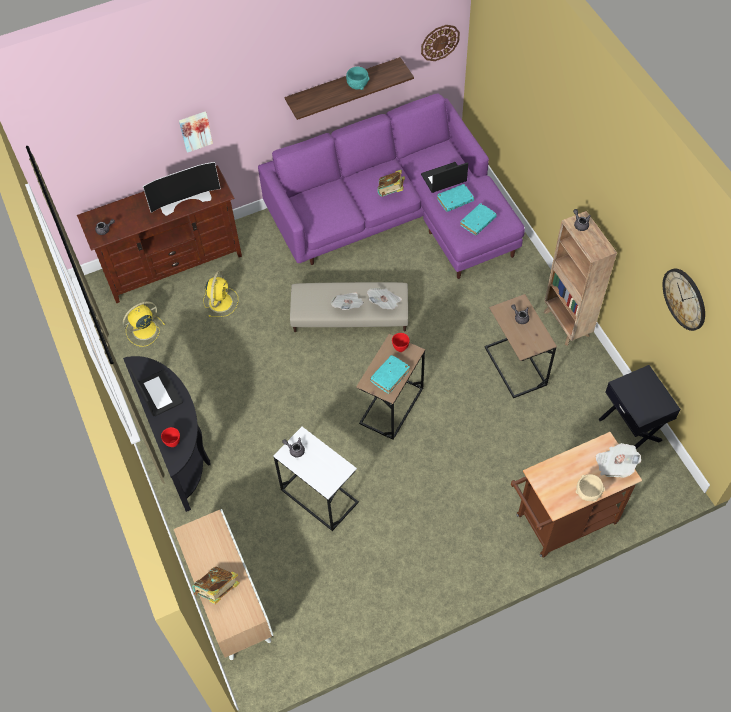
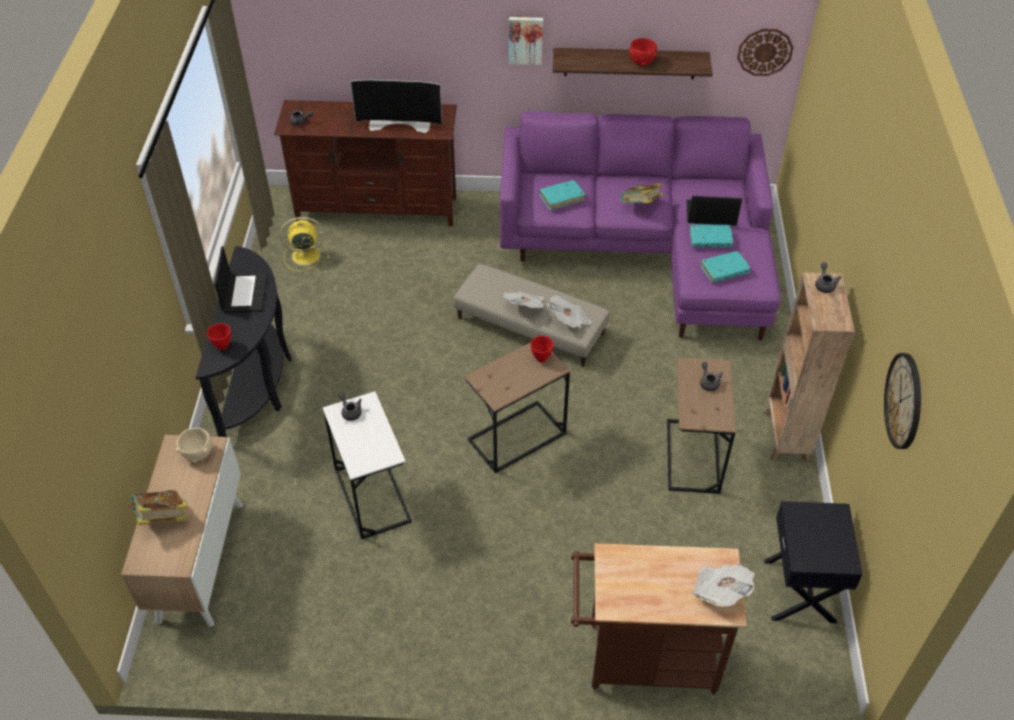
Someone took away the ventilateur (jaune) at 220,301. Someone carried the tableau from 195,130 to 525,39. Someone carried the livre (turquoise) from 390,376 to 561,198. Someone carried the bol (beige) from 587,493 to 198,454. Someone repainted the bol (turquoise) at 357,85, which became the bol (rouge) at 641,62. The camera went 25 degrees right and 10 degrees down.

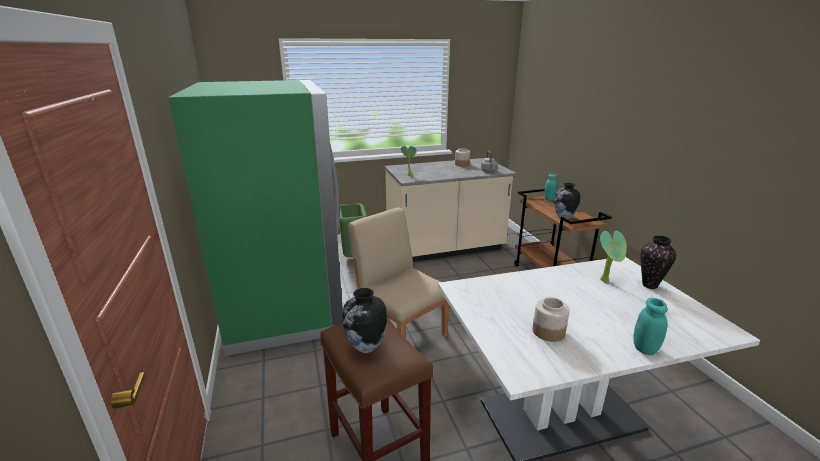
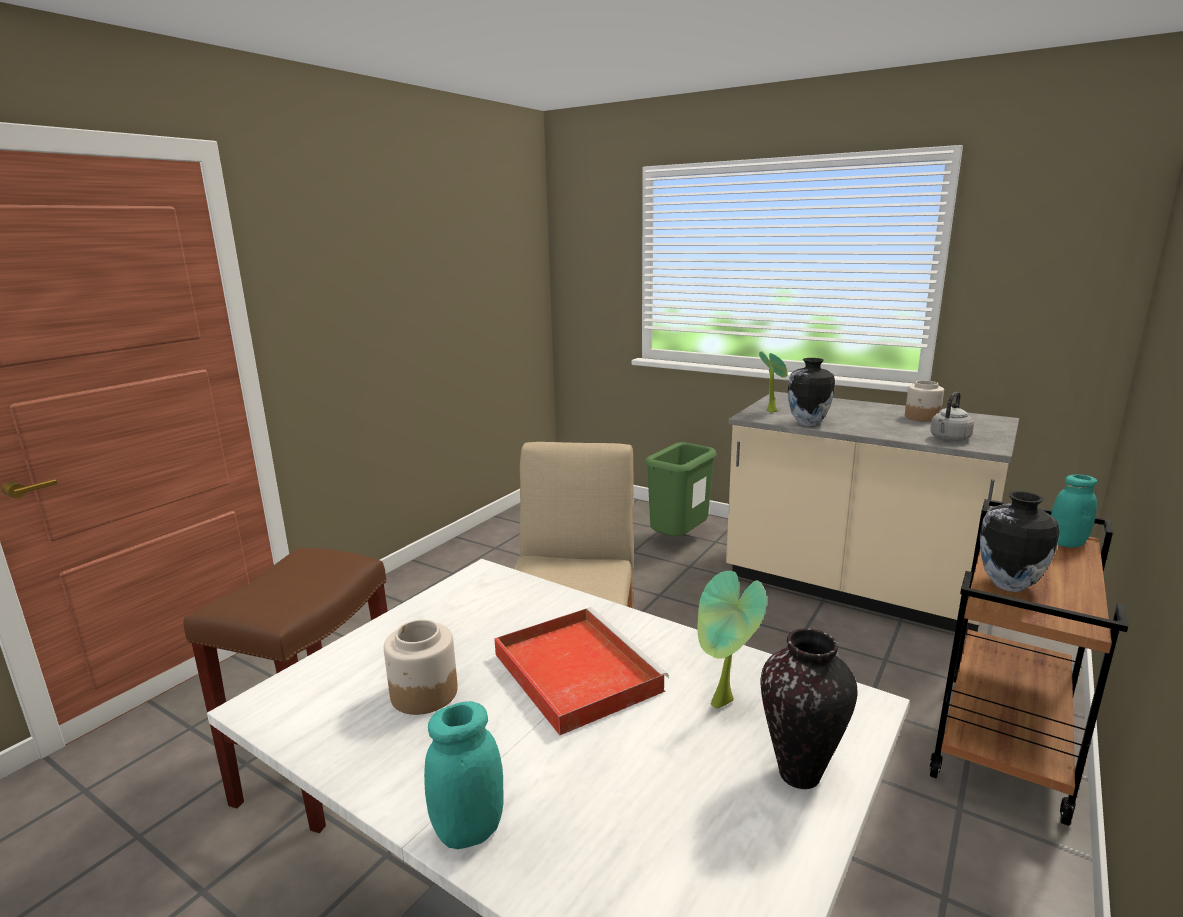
Someone took away the réfrigérateur (vert) at 285,304. Someone put down the plateau (rouge) at 574,670. Someone carried the vase from 365,347 to 807,424. The camera went 50 degrees right and 5 degrees down.

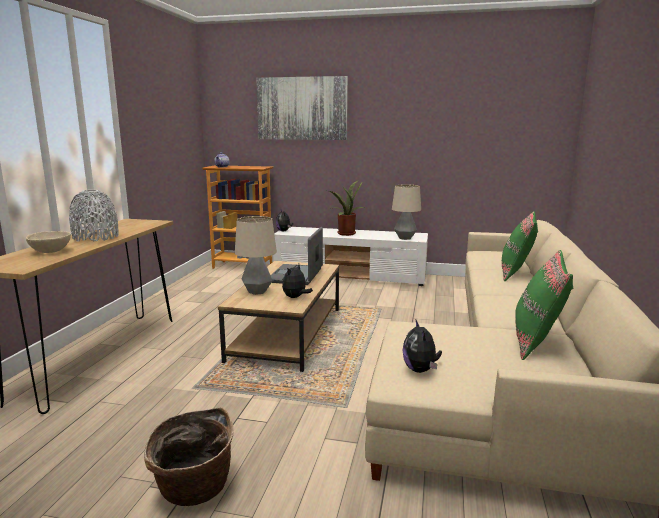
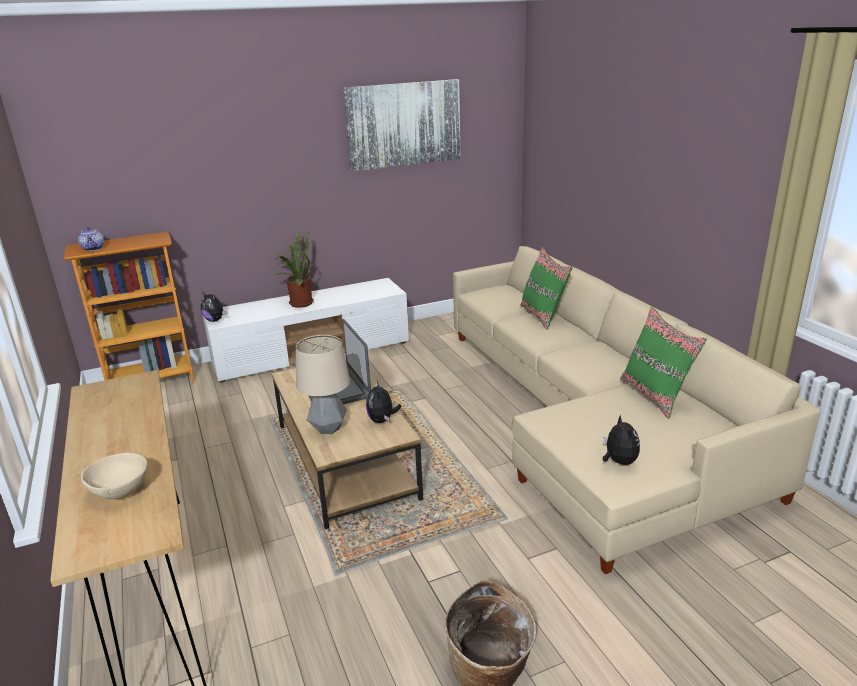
Someone took away the vase (gris) at 96,237. Someone took away the lampe de table at 405,238. Someone carried the tableau from 302,108 to 403,124. Someone rotated the peluche at 420,370 by 150 degrees counterclockwise. The camera went 35 degrees left and 10 degrees up.

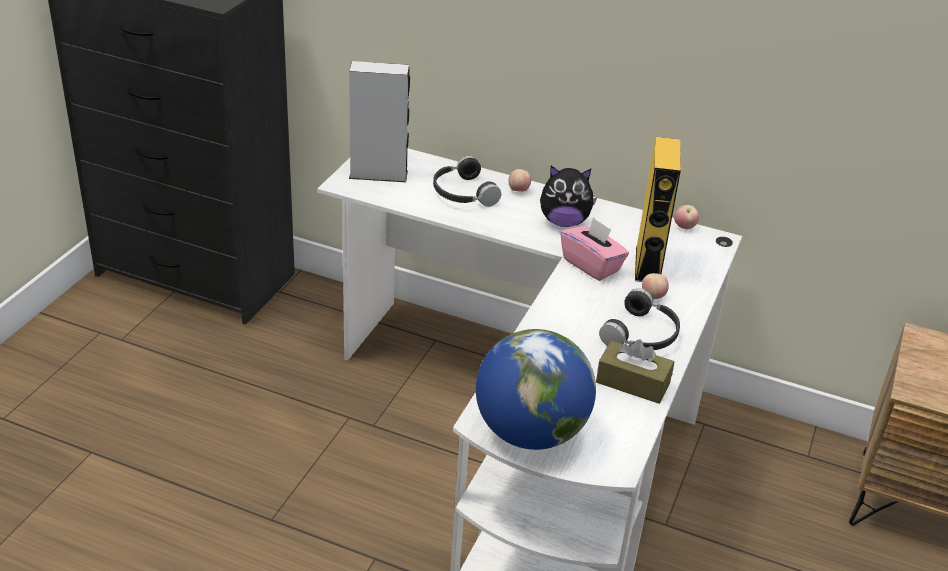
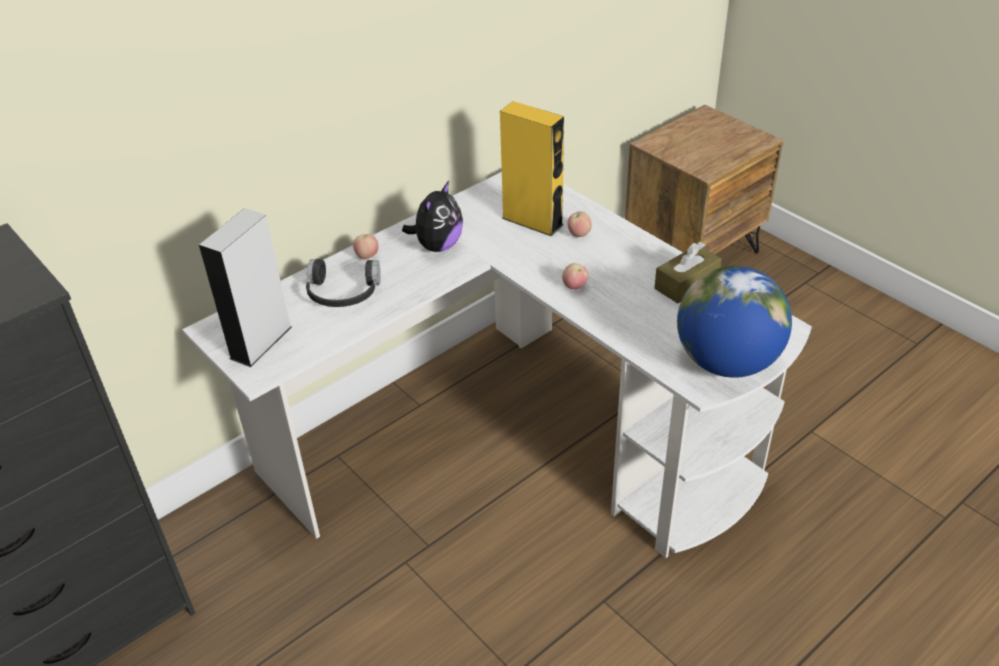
Someone took away the boîte à mouchoirs (rose) at 592,265. Someone took away the casque audio (noir) at 643,335. Someone carried the pomme from 684,227 to 574,287. The camera went 60 degrees left and 5 degrees up.

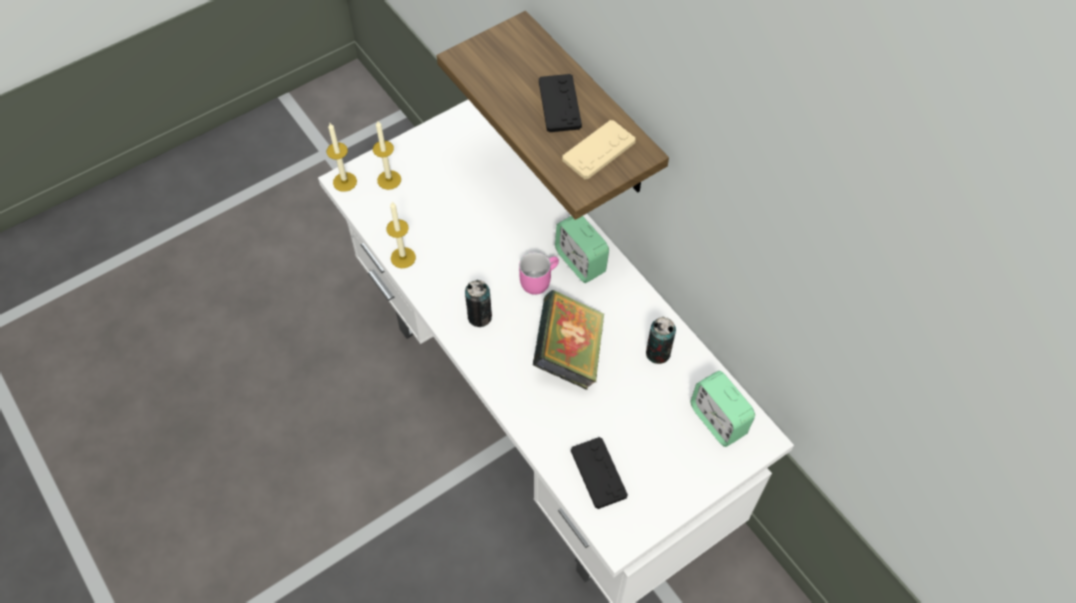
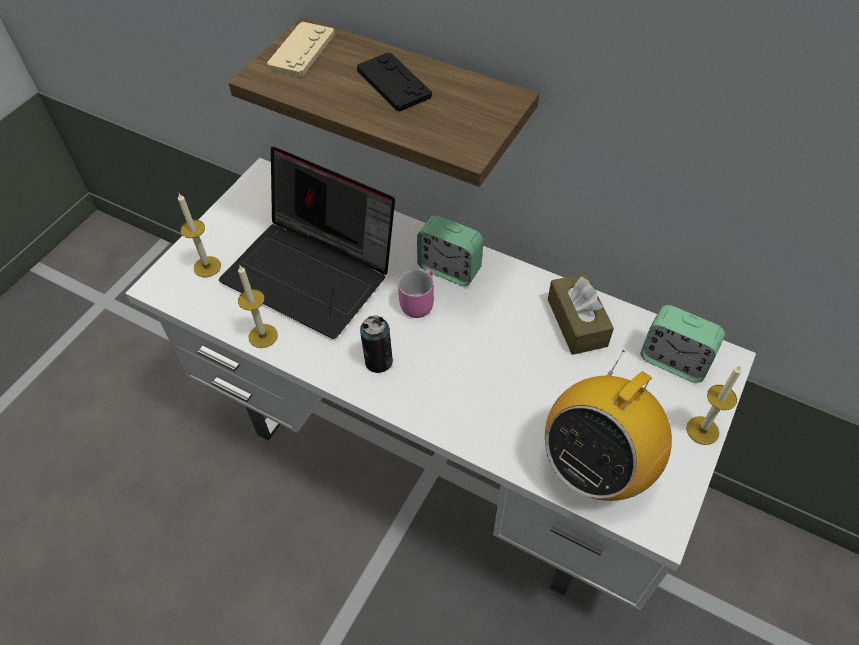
Someone took away the livre at 568,353. Someone put down the ordinateur portable at 313,272. Someone carried the bougie from 345,182 to 702,430. Someone carried the manette (beige) from 598,151 to 302,51. Someone swapped the manette (noir) at 598,473 for the radio at 596,465. Someone swapped the boîte métallique at 658,353 for the boîte à mouchoirs (marron) at 577,322. The camera went 25 degrees left and 5 degrees down.

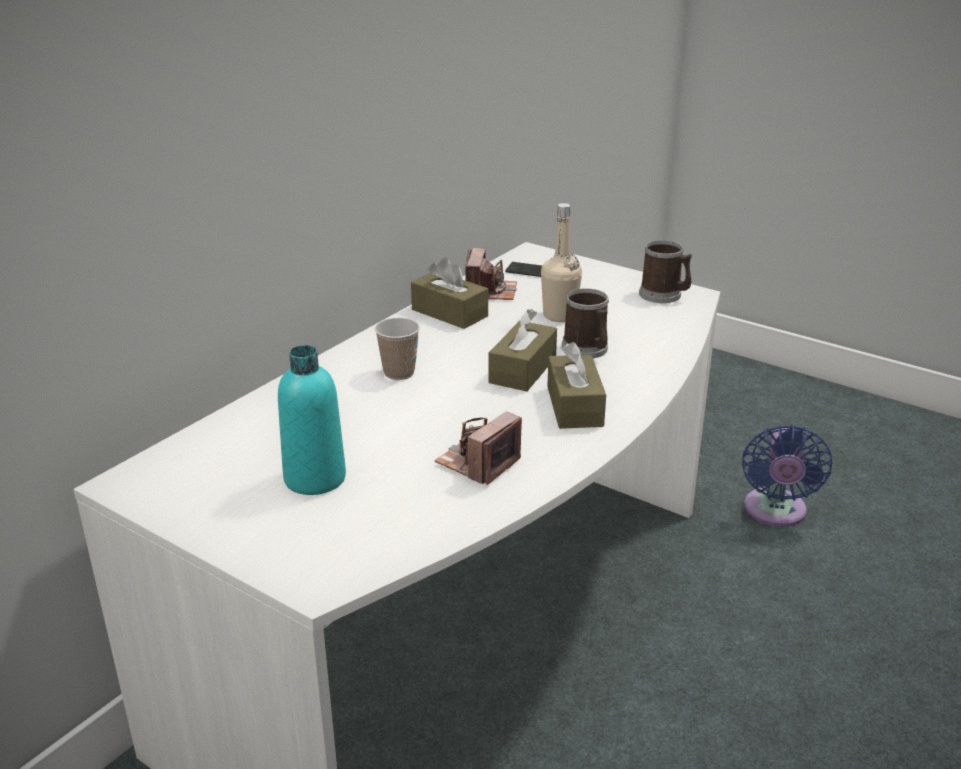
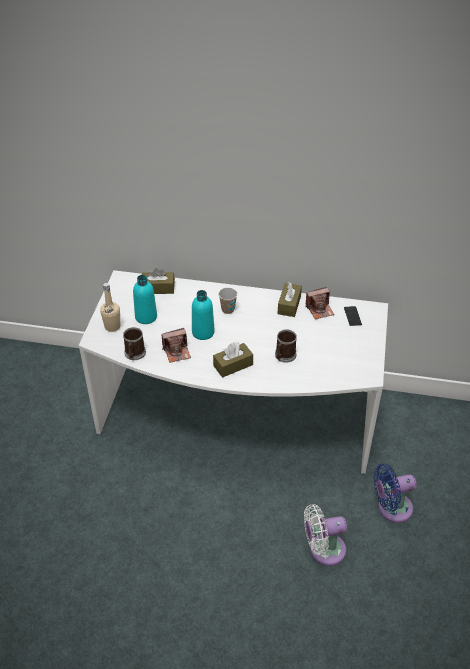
Someone put down the bouteille (turquoise) at 203,332. Someone put down the ventilateur (blanc) at 323,550. Someone carried the boîte à mouchoirs (marron) from 522,370 to 158,288. Someone carried the bouteille (beige) from 559,316 to 112,326. Someone carried the mug from 664,295 to 134,354. Someone rotated the appareil photo at 478,463 by 150 degrees clockwise. The camera went 65 degrees right and 15 degrees up.

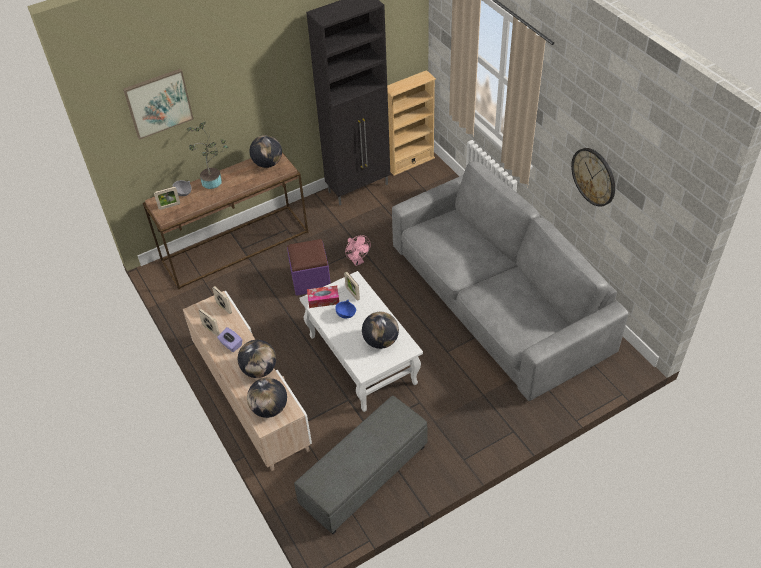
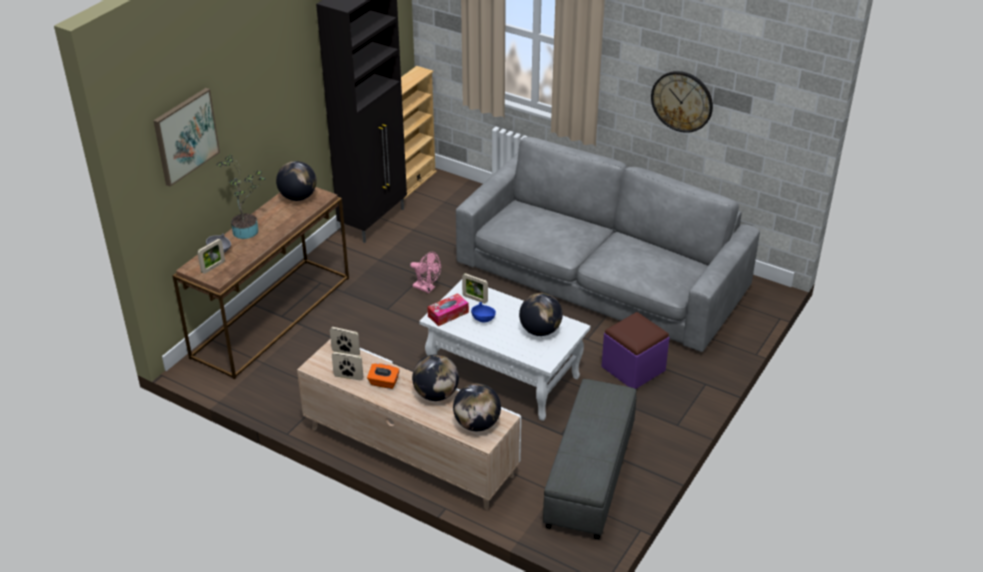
Someone carried the pouf (violet) from 310,280 to 633,369. Someone repainted the boîte à mouchoirs (violet) at 231,344, which became the boîte à mouchoirs (orange) at 383,383. The camera went 30 degrees left and 10 degrees down.

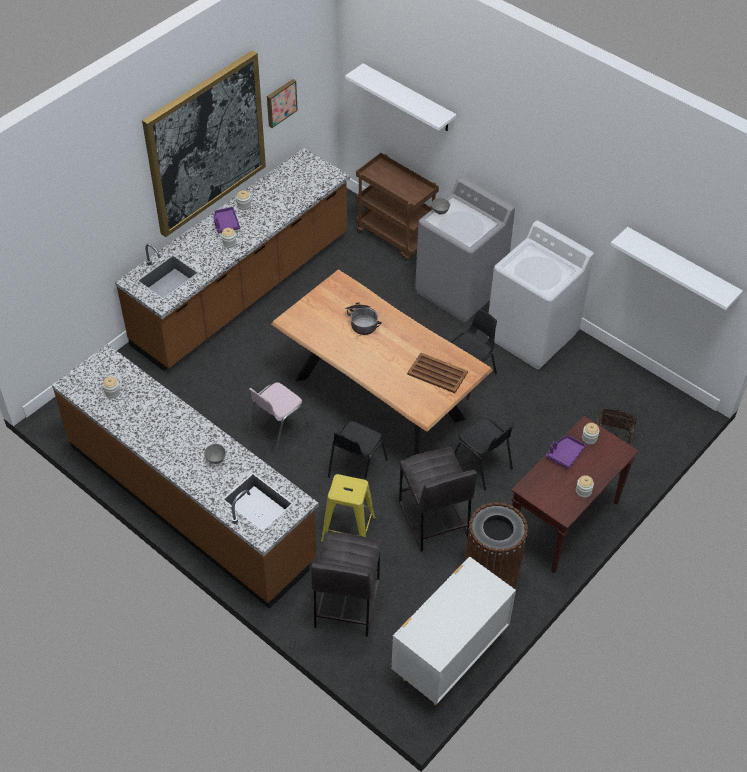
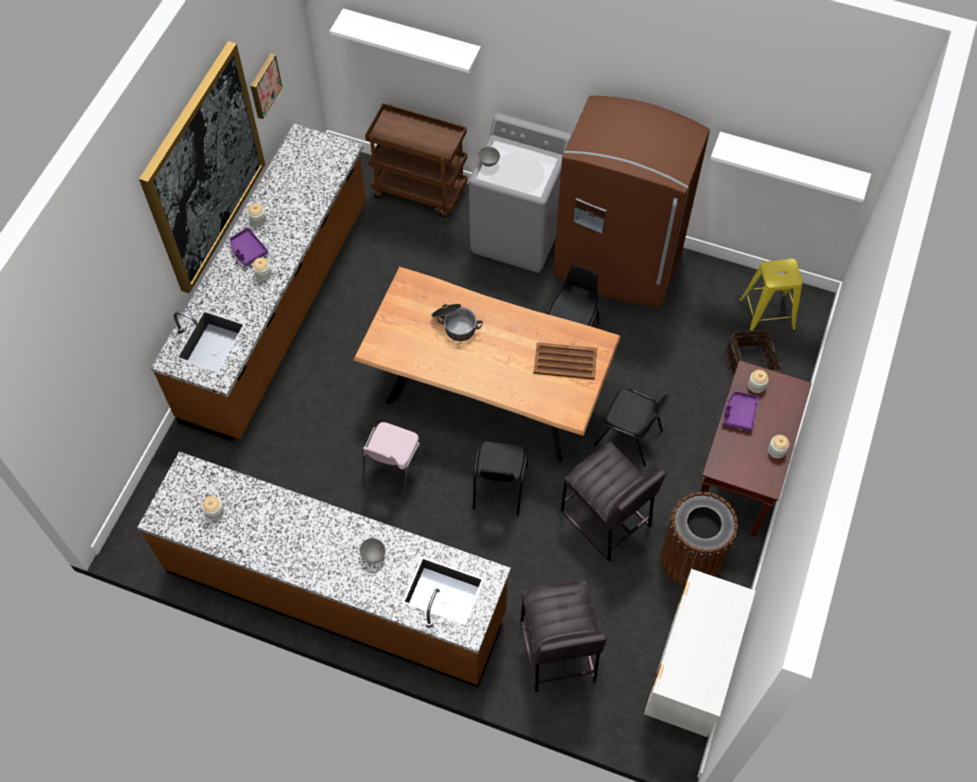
Someone carried the tabouret (jaune) from 348,530 to 766,314. Someone swapped the lave-linge (blanc) at 532,335 for the réfrigérateur (marron) at 617,265. The camera went 20 degrees left and 10 degrees up.

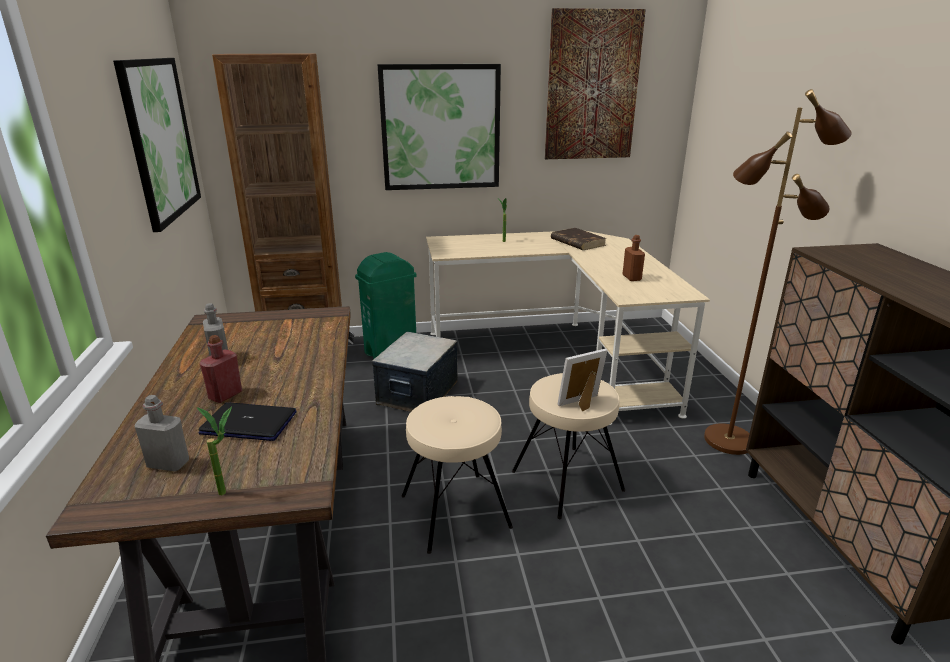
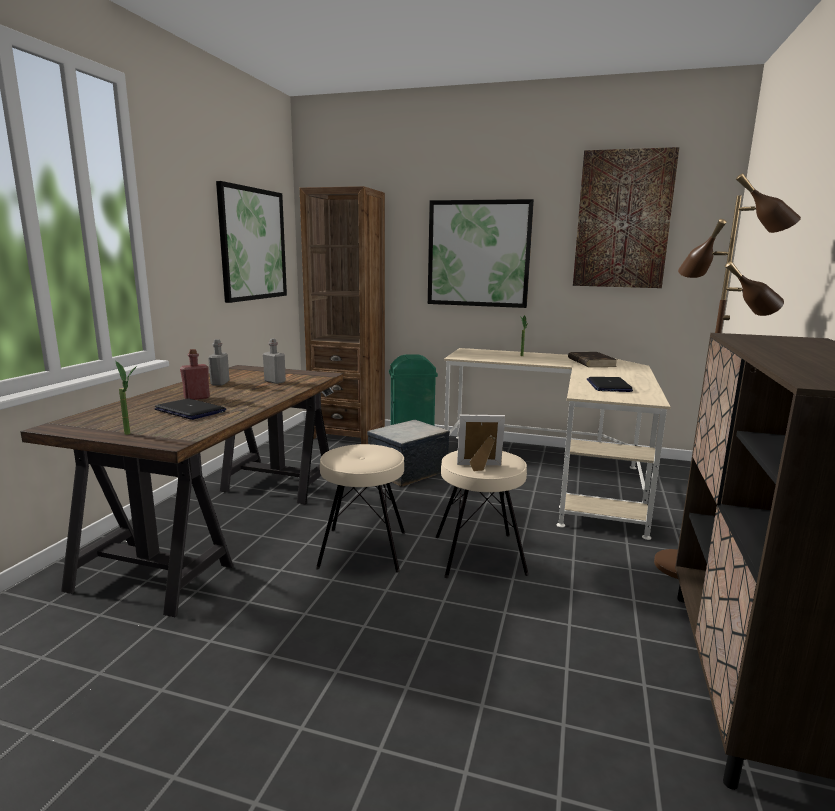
Someone carried the bouteille (gris) from 168,464 to 275,381. Someone swapped the bouteille (marron) at 631,278 for the ordinateur portable at 608,386. The camera went 25 degrees right and 10 degrees down.

